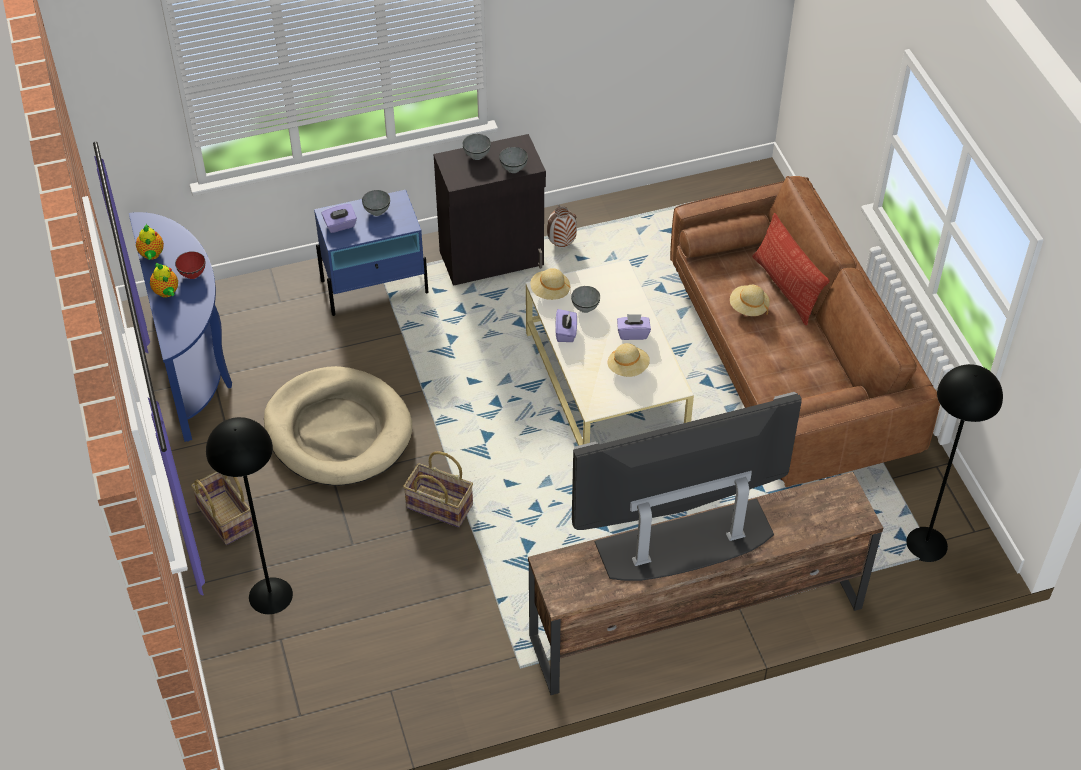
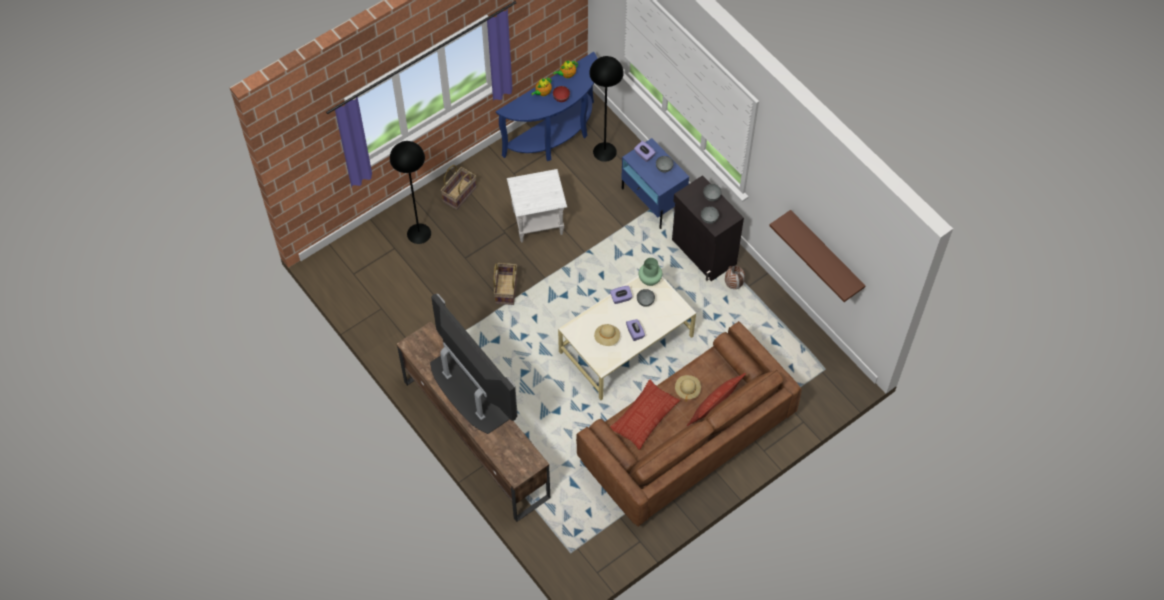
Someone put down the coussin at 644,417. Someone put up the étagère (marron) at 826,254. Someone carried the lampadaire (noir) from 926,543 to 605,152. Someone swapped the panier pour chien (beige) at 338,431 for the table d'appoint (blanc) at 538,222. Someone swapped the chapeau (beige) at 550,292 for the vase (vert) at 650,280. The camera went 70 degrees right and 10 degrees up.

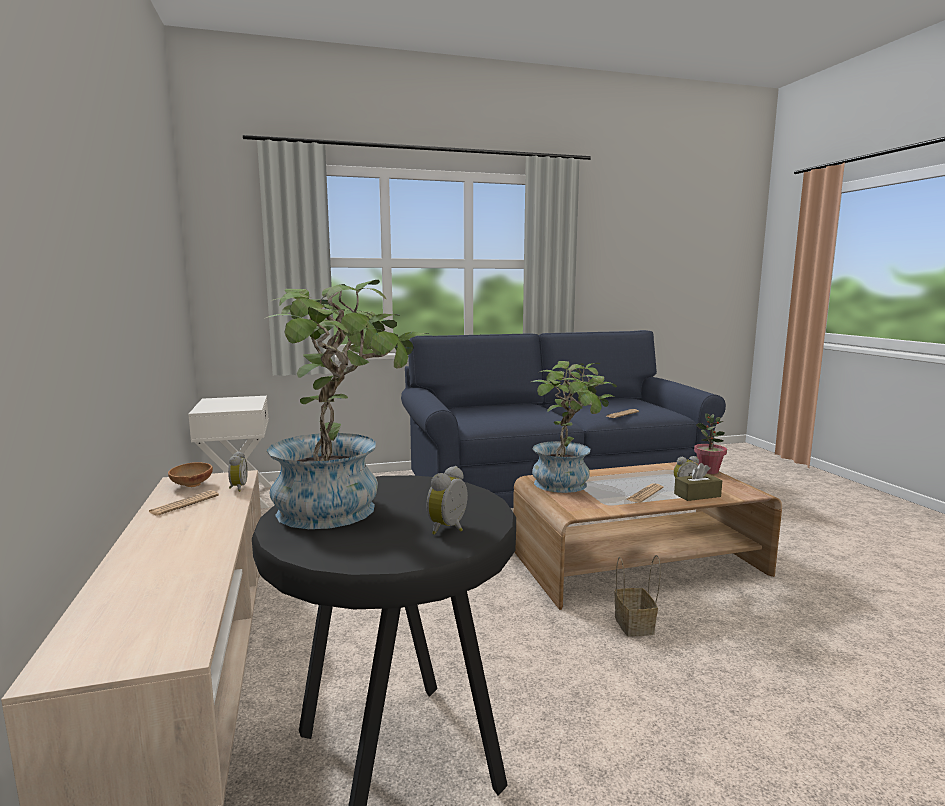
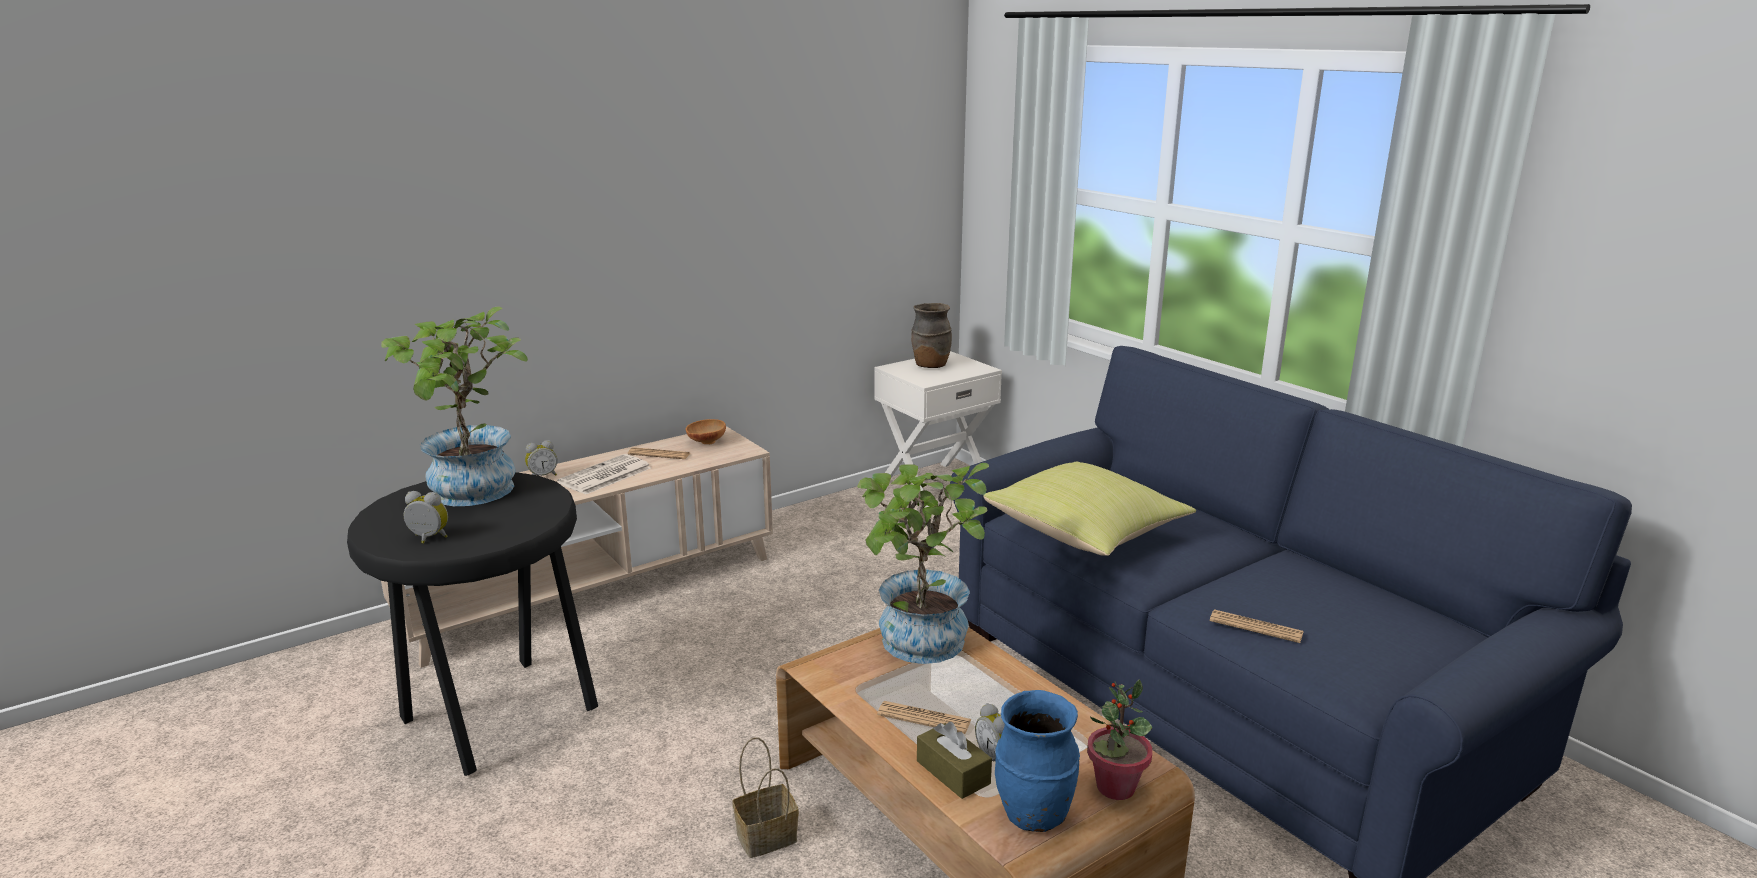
Someone put down the journal at 604,476. Someone put down the vase (marron) at 930,366. Someone put down the coussin (jaune) at 1087,535. Someone put down the vase (bleu) at 1033,815. Someone carried the réveil from 237,488 to 542,476. The camera went 70 degrees right and 10 degrees up.

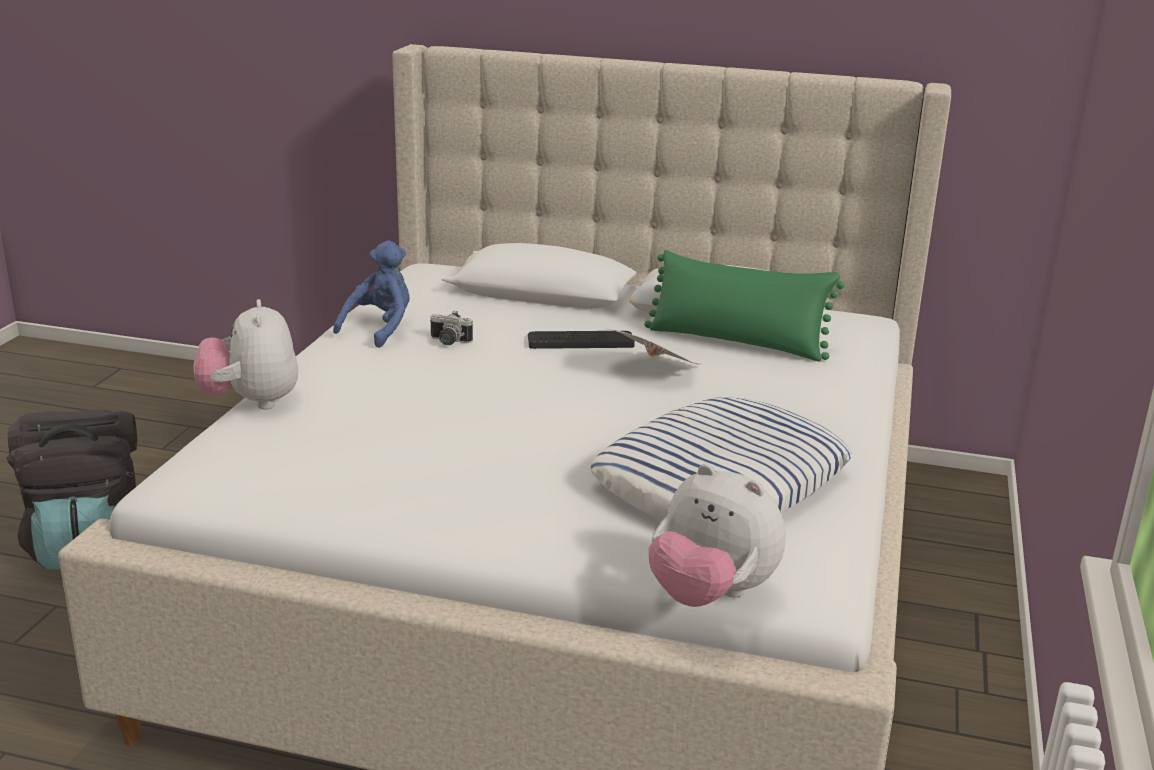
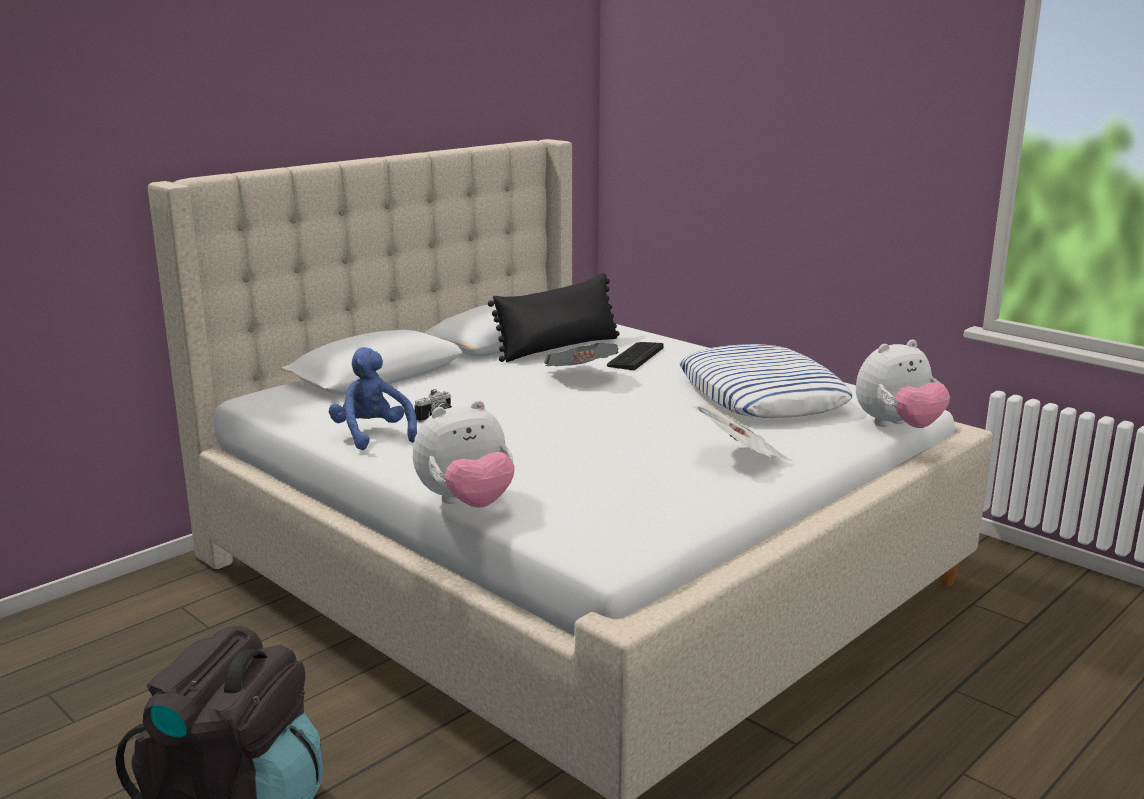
Someone put down the journal at 741,458. Someone carried the clavier from 580,340 to 635,356. Someone repainted the coussin (vert) at 737,342, which became the coussin (noir) at 558,348. Someone rotated the peluche at 251,402 by 45 degrees counterclockwise. The camera went 60 degrees left and 5 degrees down.

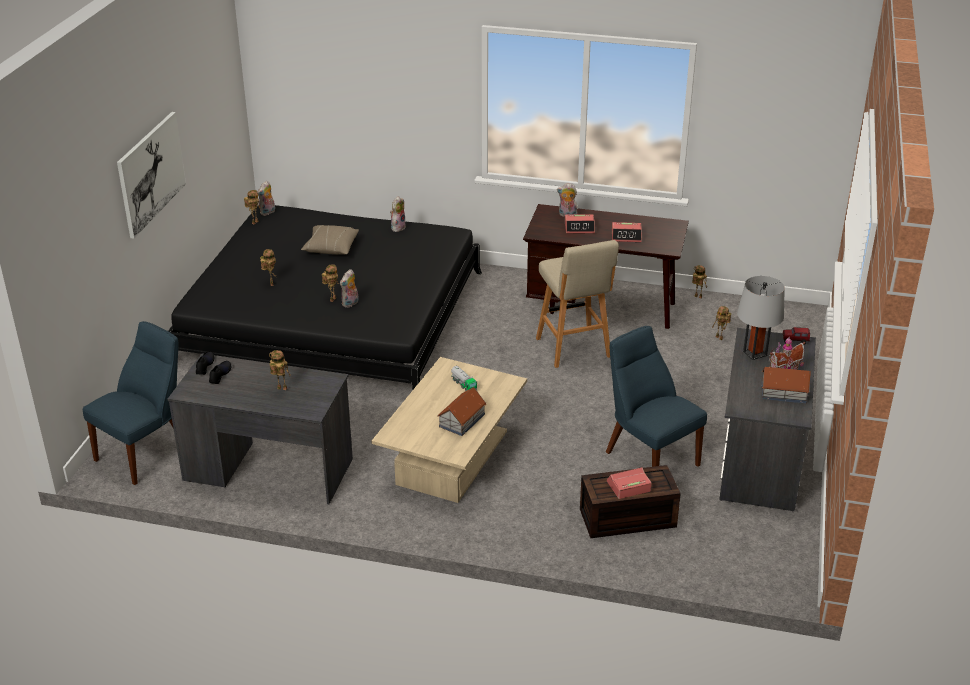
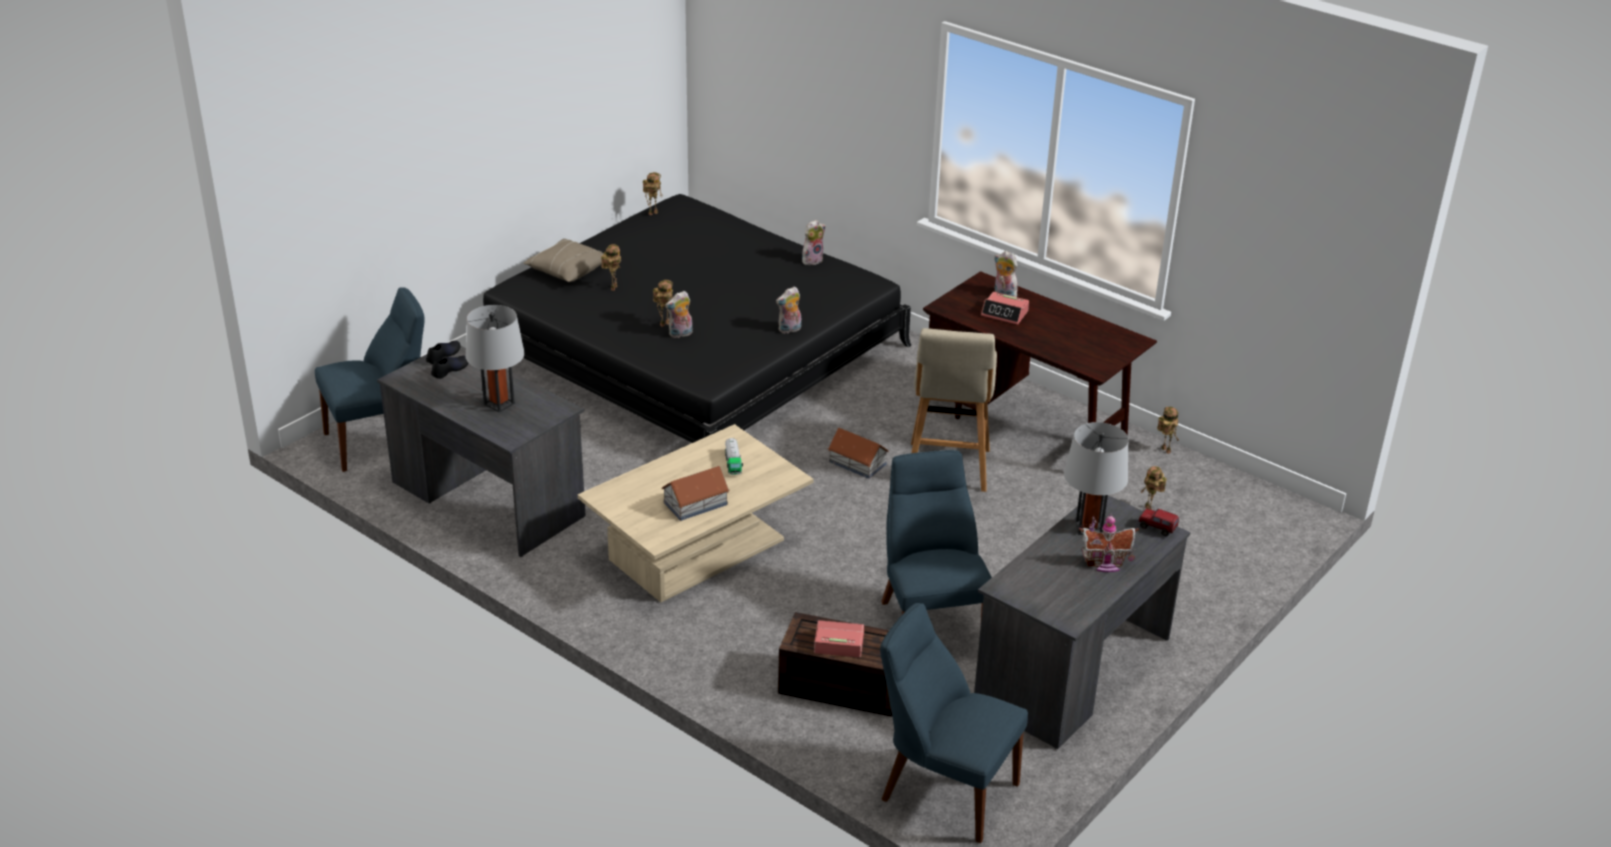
Someone took away the tableau at 151,173. Someone took away the réveil at 626,236. Someone put down the chaise (bleu) at 944,789. Someone carried the peluche from 268,212 to 789,330. Someone carried the coussin (beige) from 331,248 to 567,270. Someone carried the maison miniature from 784,393 to 858,463. Someone swapped the robot jouet at 281,389 for the lampe de table (gris) at 499,404. The camera went 25 degrees right and 0 degrees up.

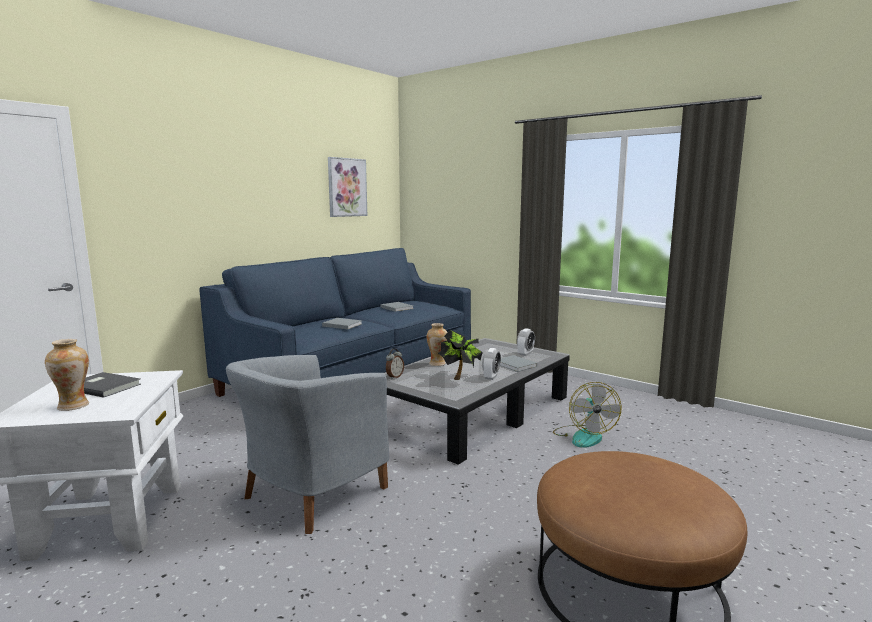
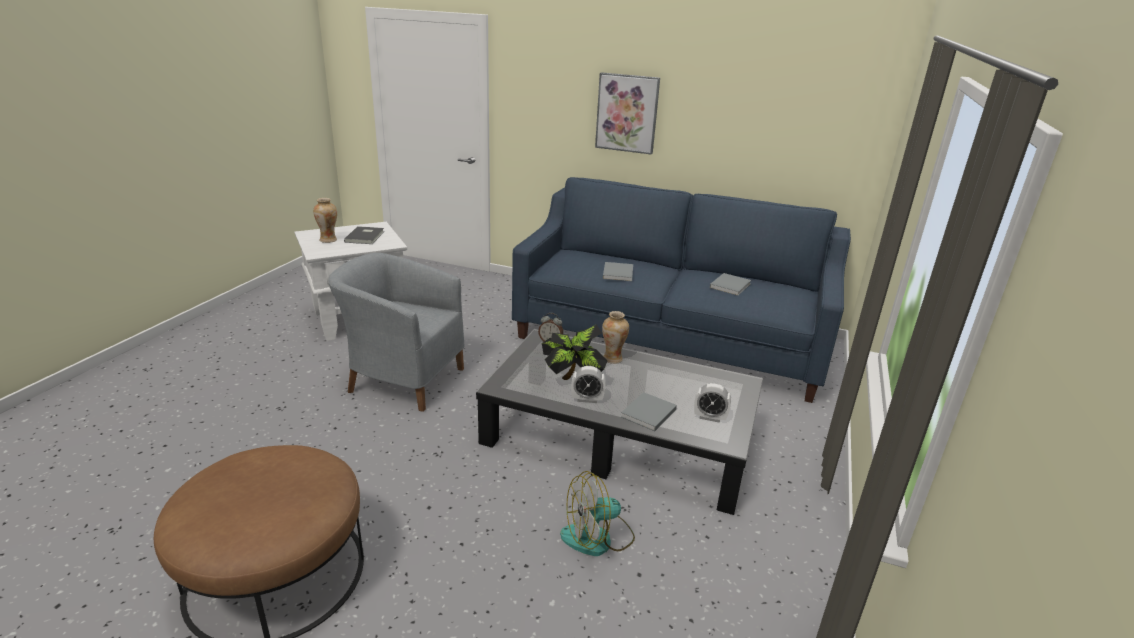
Someone carried the tableau from 347,187 to 627,113. The camera went 70 degrees right and 15 degrees up.

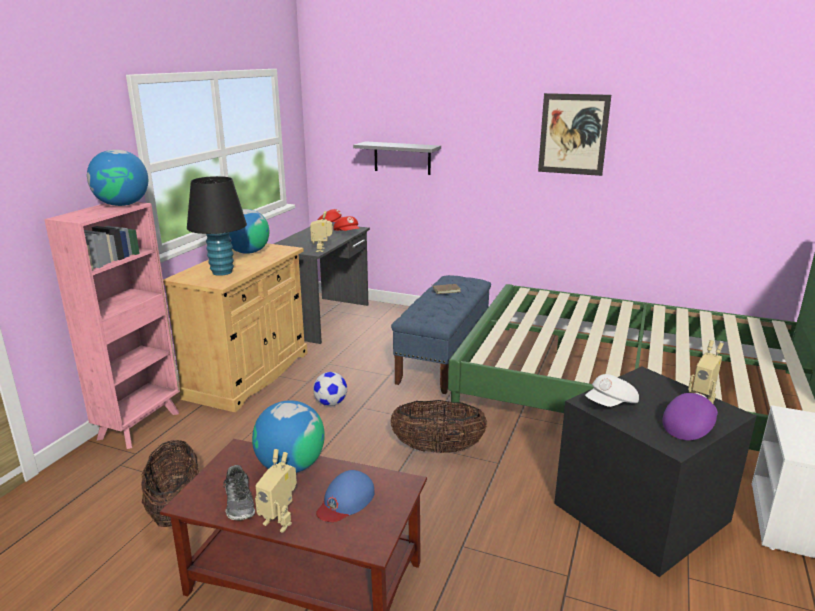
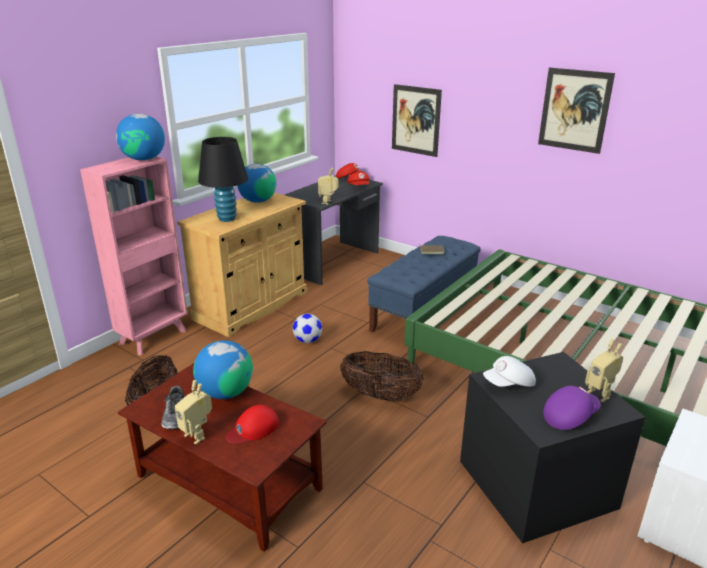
Someone swapped the étagère (gris) at 402,158 for the tableau at 415,120. Someone repainted the casquette (bleu) at 345,501, which became the casquette (rouge) at 253,429. The camera went 15 degrees right and 5 degrees up.

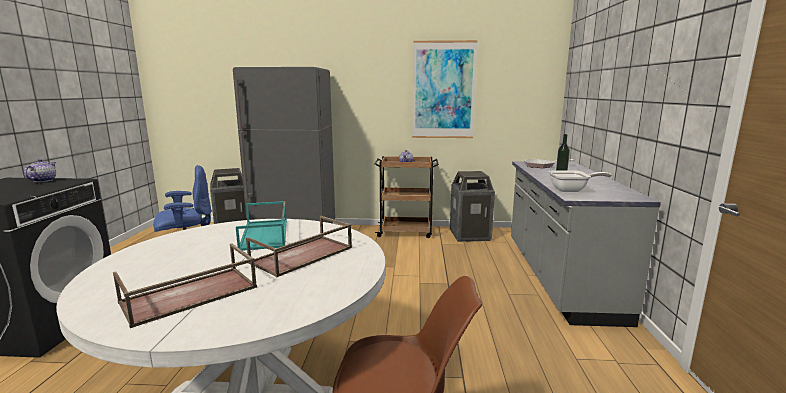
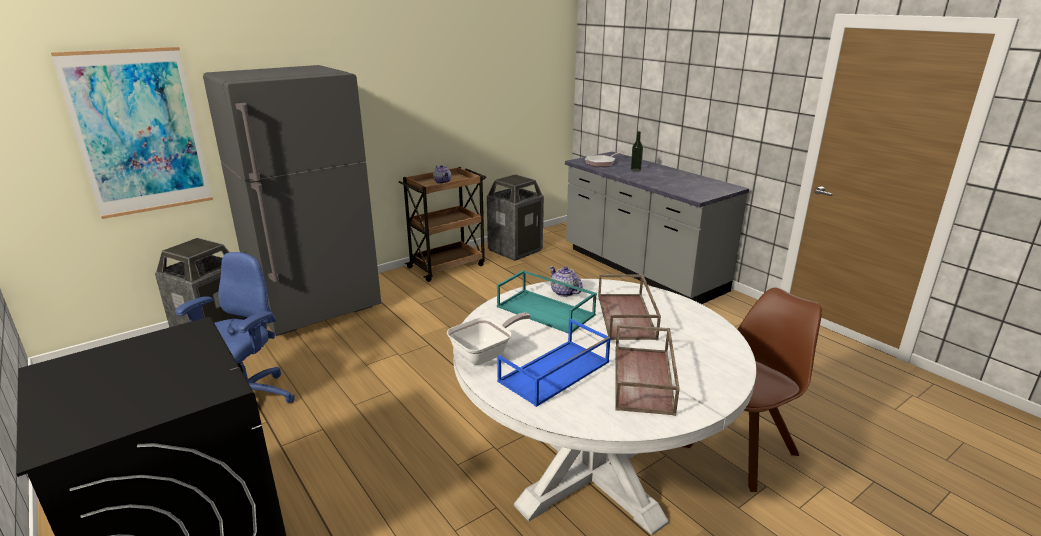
Someone put down the plateau (bleu) at 554,373. Someone carried the théière from 43,180 to 564,292. Someone carried the tableau from 443,90 to 139,133. Someone carried the poêle from 572,190 to 486,353. The camera went 40 degrees left and 10 degrees up.

